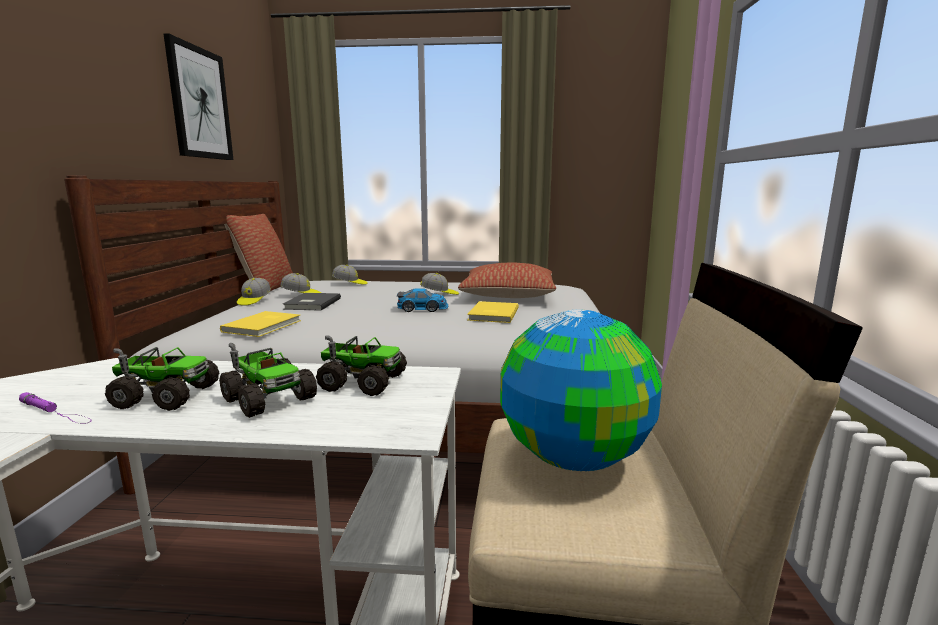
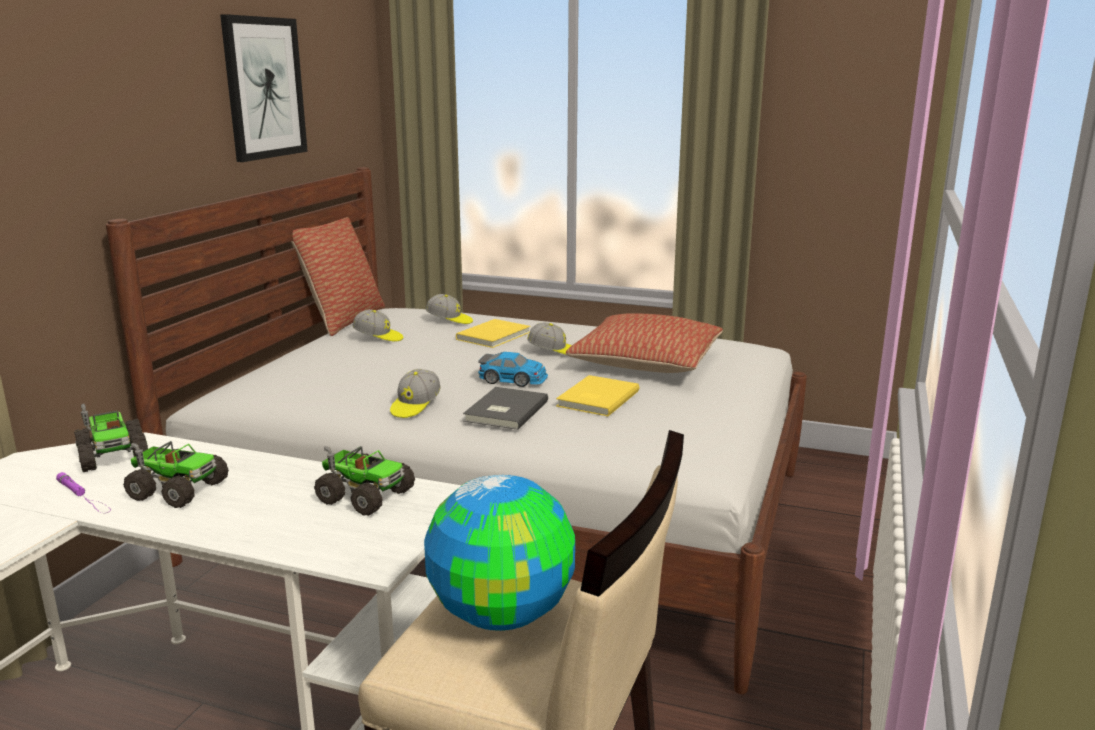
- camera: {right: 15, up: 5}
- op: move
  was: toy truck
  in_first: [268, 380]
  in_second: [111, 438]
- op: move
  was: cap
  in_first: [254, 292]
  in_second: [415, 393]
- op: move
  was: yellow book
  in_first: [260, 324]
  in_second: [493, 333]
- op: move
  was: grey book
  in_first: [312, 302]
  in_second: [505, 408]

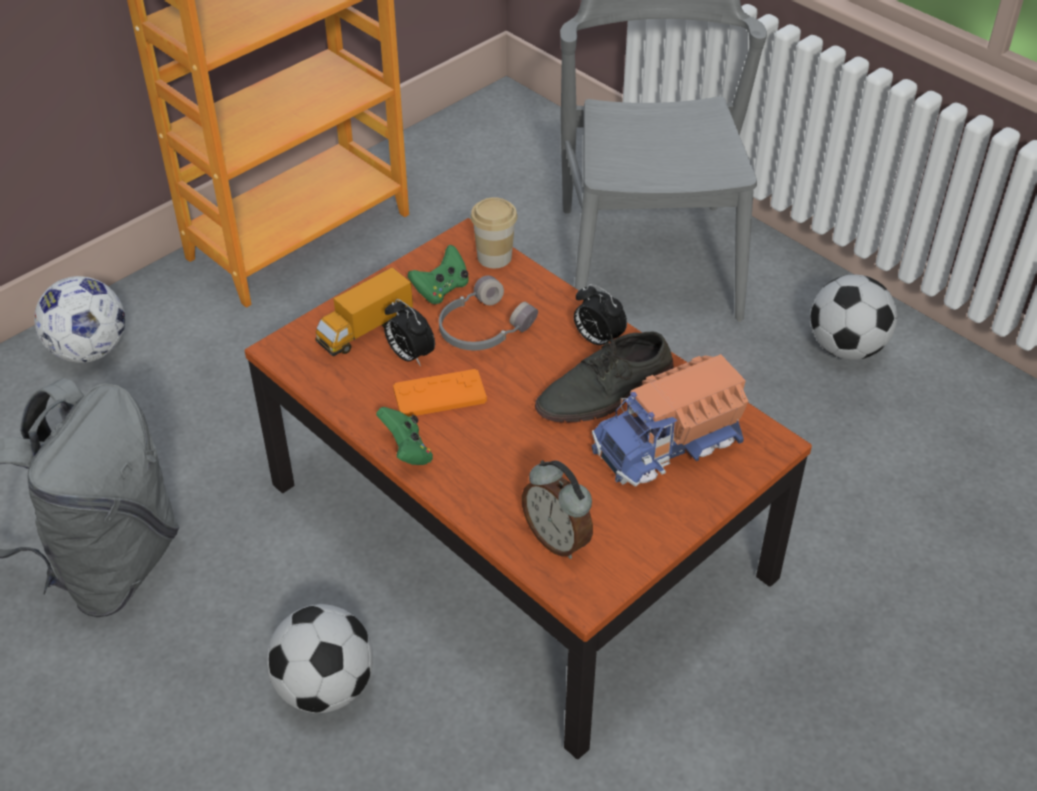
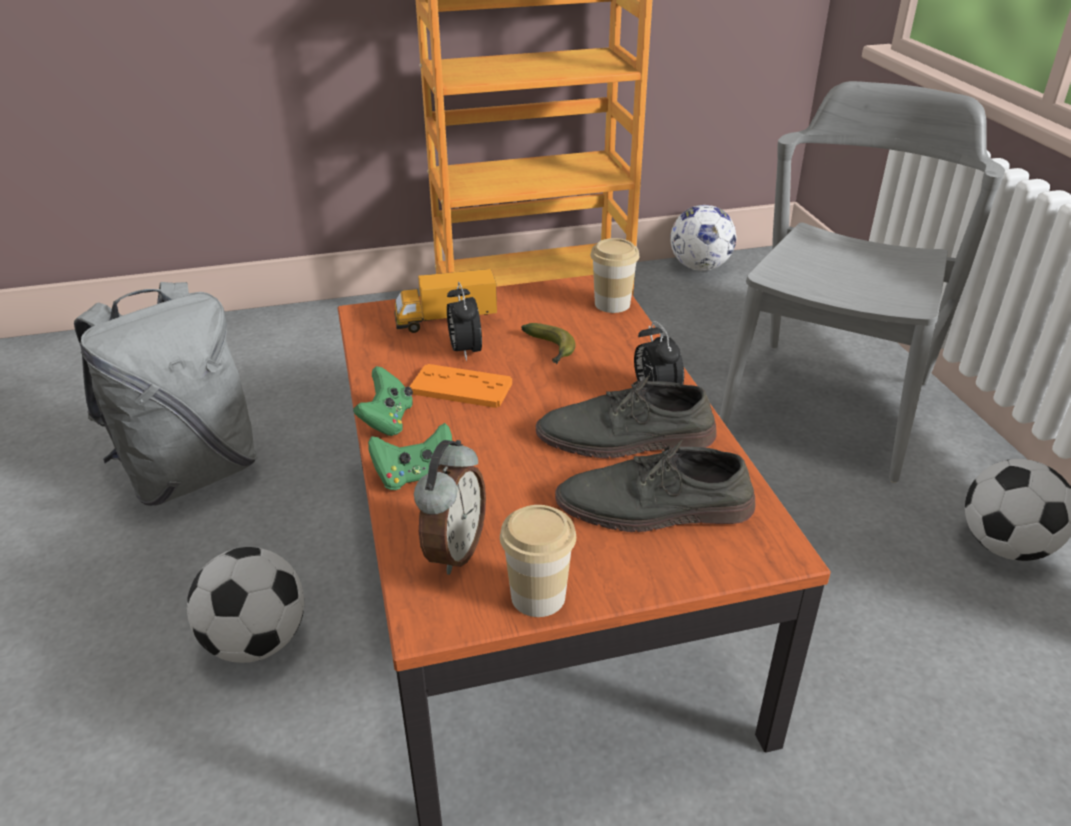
- camera: {right: 30, up: -10}
- op: move
  was: green game controller
  in_first: [438, 274]
  in_second: [410, 456]
- op: rotate
  was: alarm clock
  in_first: [557, 509]
  in_second: [450, 507]
  clockwise: -150
- op: insert
  now: cup
  in_second: [538, 561]
- op: replace
  was: grey headphones
  now: banana
  in_first: [488, 312]
  in_second: [548, 343]
- op: replace
  was: toy truck
  now: grey shoe
  in_first: [670, 420]
  in_second: [655, 485]
- op: move
  was: football
  in_first: [79, 319]
  in_second: [703, 238]

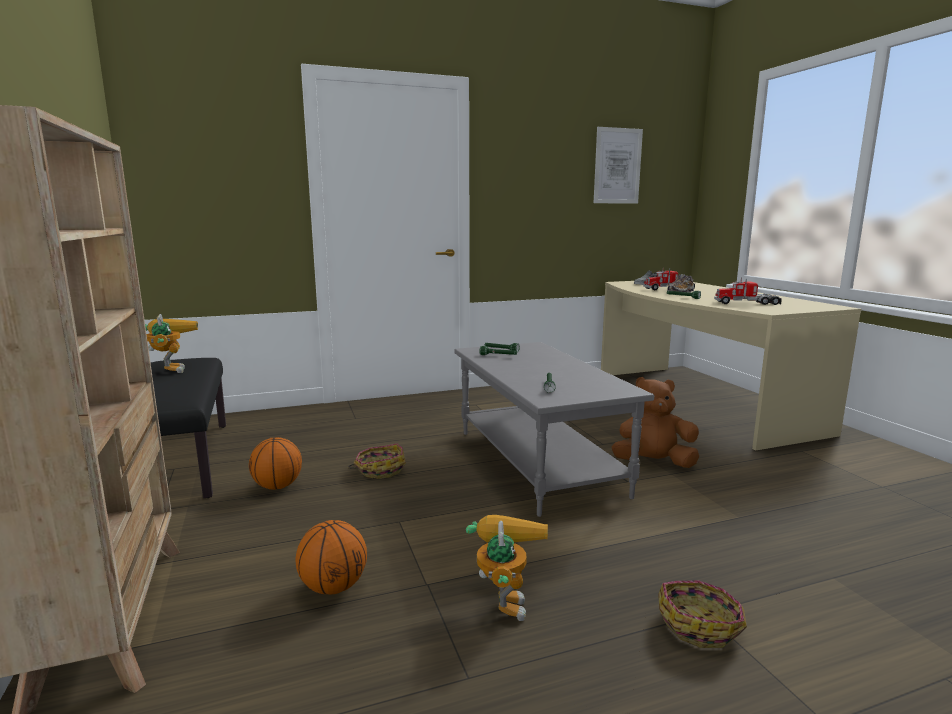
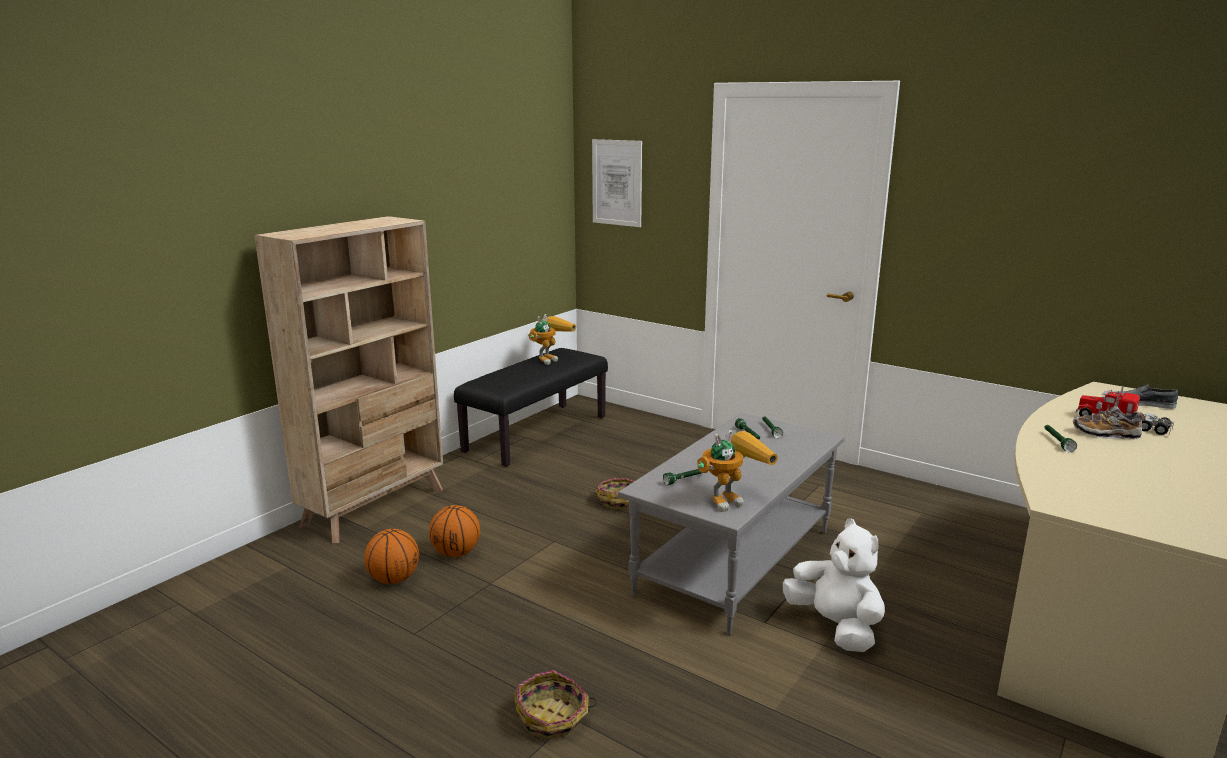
- camera: {right: 55, up: 5}
- op: move
  was: basketball
  in_first: [275, 463]
  in_second: [391, 556]
- op: move
  was: picture
  in_first: [618, 165]
  in_second: [617, 183]
- op: move
  was: toy robot
  in_first: [507, 568]
  in_second: [737, 471]
- op: recolor
  was: brown plush toy
  now: white plush toy
  in_first: [655, 422]
  in_second: [834, 585]
- op: delete
  was: toy truck
  in_first: [748, 291]

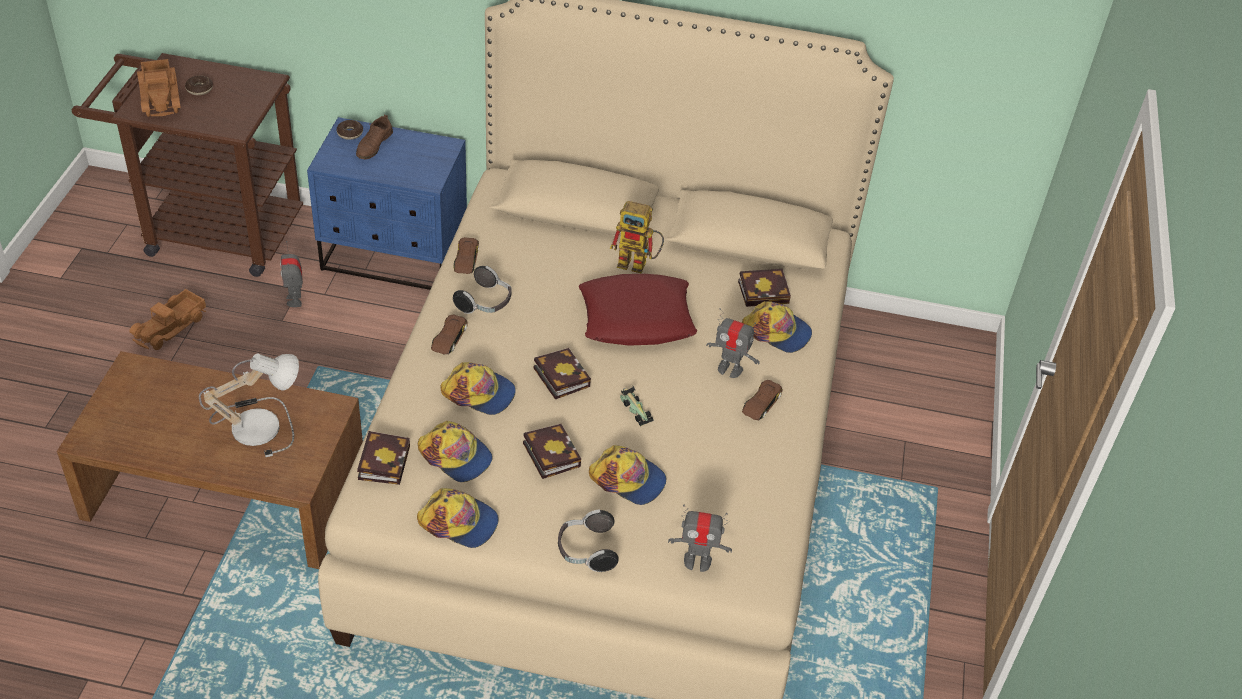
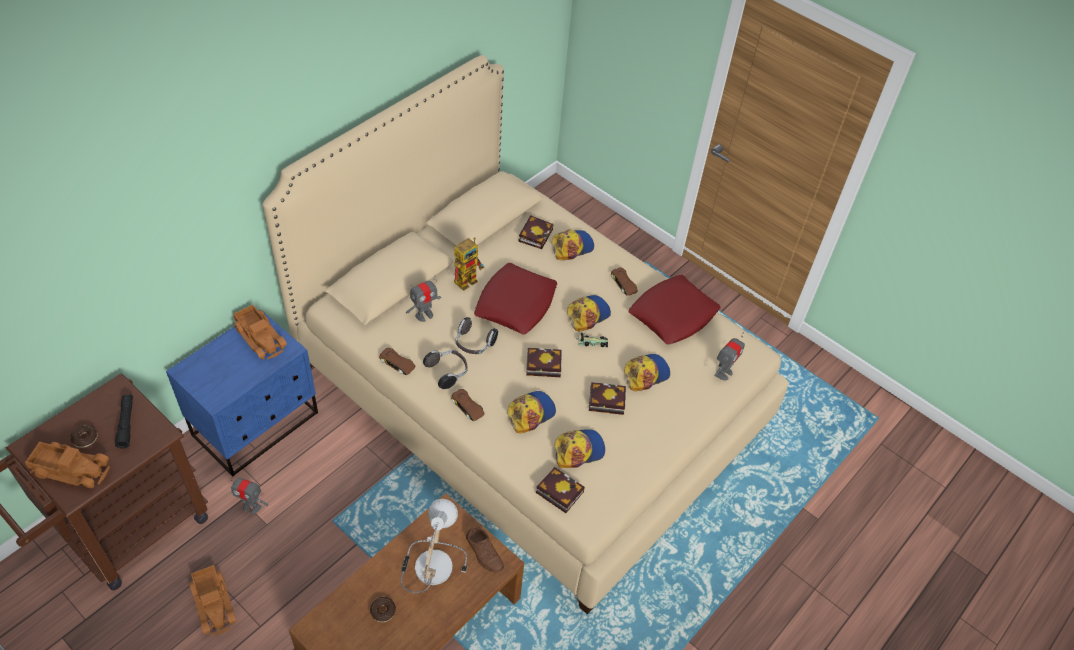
- camera: {right: -60, up: 5}
- op: insert
  now: black flashlight
  in_second: [124, 421]
- op: insert
  now: toy truck
  in_second: [260, 332]
- op: move
  was: donut
  in_first: [350, 130]
  in_second: [383, 609]
- op: move
  was: toy robot
  in_first: [733, 343]
  in_second: [423, 298]
- op: move
  was: headphones
  in_first: [588, 541]
  in_second: [477, 335]
- op: move
  was: brown shoe
  in_first: [374, 137]
  in_second: [484, 549]
- op: move
  was: cap
  in_first: [457, 518]
  in_second: [589, 313]
- op: insert
  now: red pillow
  in_second: [674, 309]

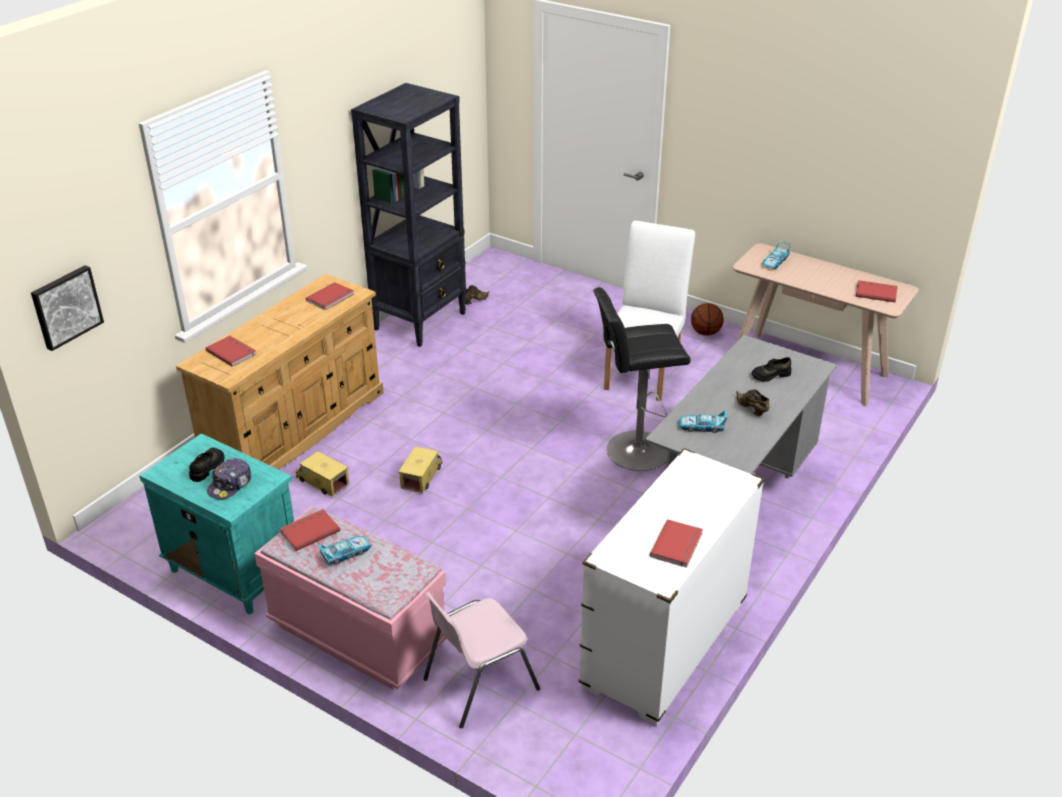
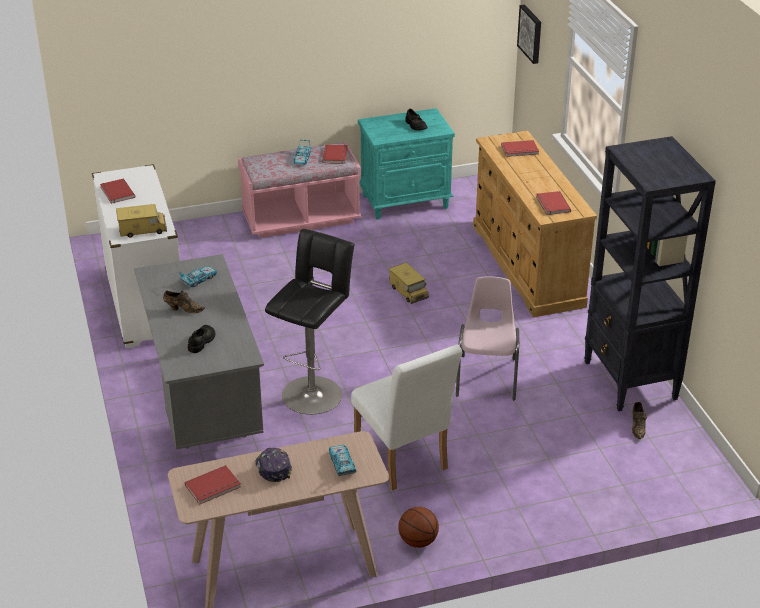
- camera: {right: 130, up: 0}
- op: move
  was: toy truck
  in_first: [322, 473]
  in_second: [141, 221]
- op: move
  was: cap
  in_first: [229, 479]
  in_second: [274, 465]
- op: move
  was: pink chair
  in_first: [481, 660]
  in_second: [487, 338]

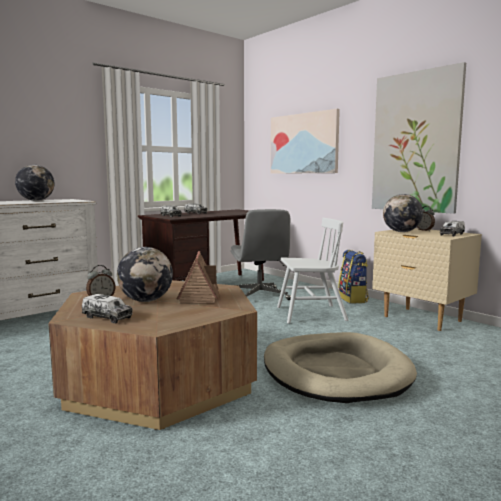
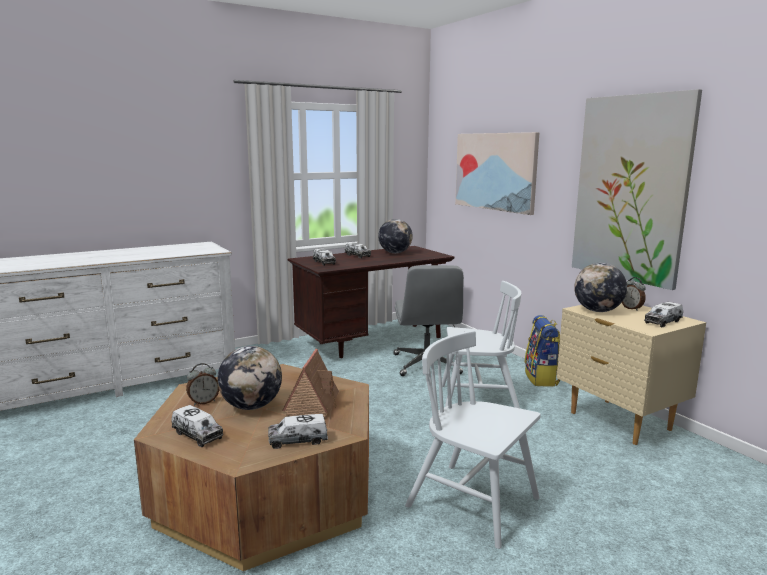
- camera: {right: 10, up: 5}
- op: insert
  now: toy truck
  in_second: [298, 431]
- op: move
  was: globe
  in_first: [34, 183]
  in_second: [395, 236]
- op: replace
  was: beige dog bed
  now: white chair
  in_first: [340, 367]
  in_second: [473, 439]

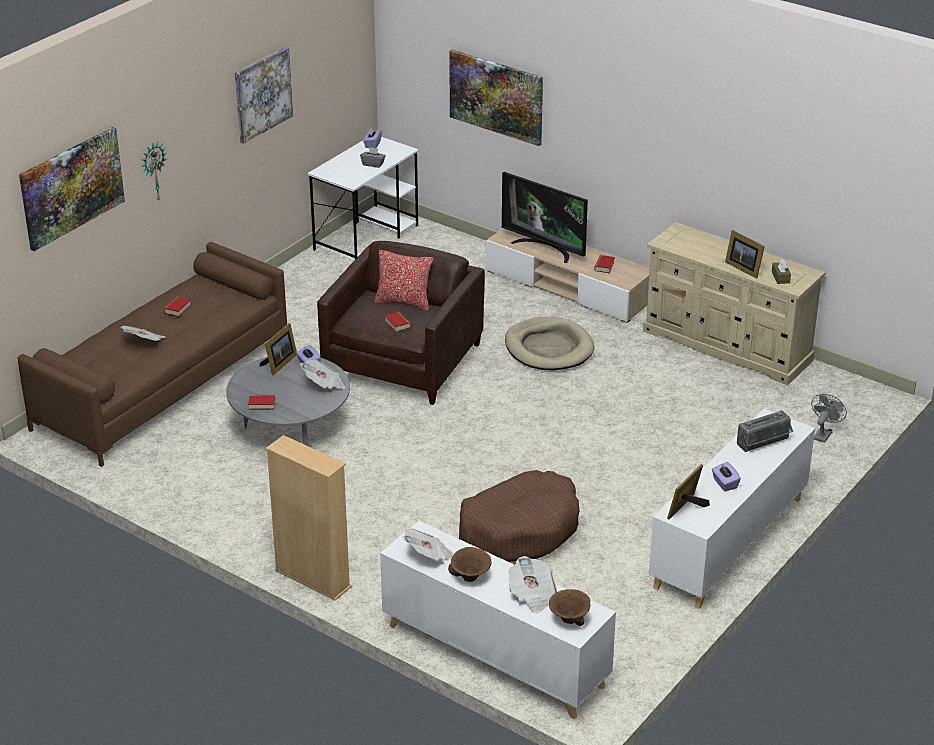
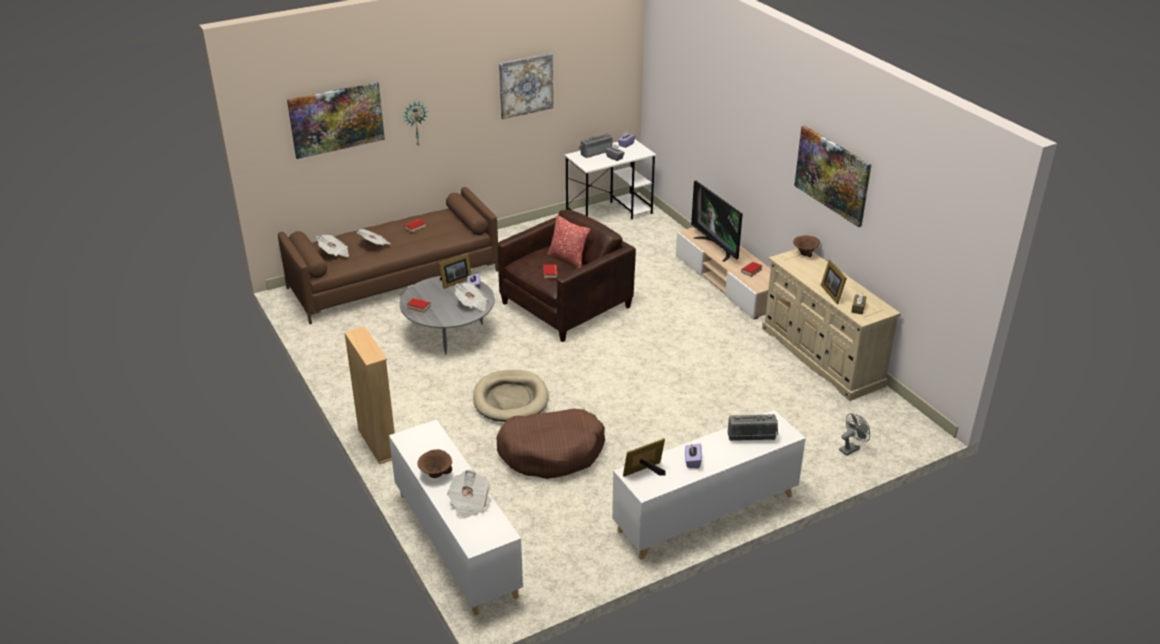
- camera: {right: 25, up: 0}
- op: move
  was: newspaper
  in_first: [428, 544]
  in_second: [332, 246]
- op: move
  was: beige dog bed
  in_first: [550, 344]
  in_second: [511, 396]
- op: insert
  now: radio
  in_second: [596, 145]
- op: move
  was: brown bowl
  in_first: [569, 607]
  in_second: [806, 246]
- op: move
  was: picture
  in_first: [496, 98]
  in_second: [832, 176]

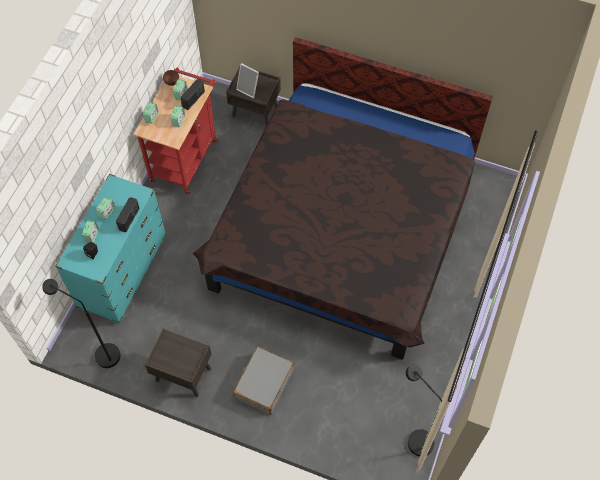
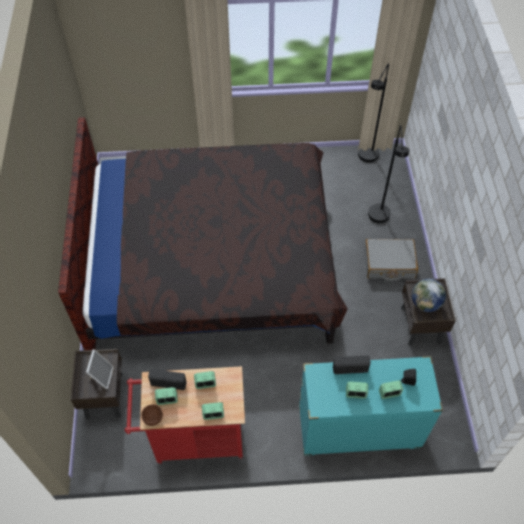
- camera: {right: -115, up: -5}
- op: move
  was: black floor lamp
  in_first: [81, 323]
  in_second: [388, 174]
- op: insert
  now: globe
  in_second: [429, 295]

